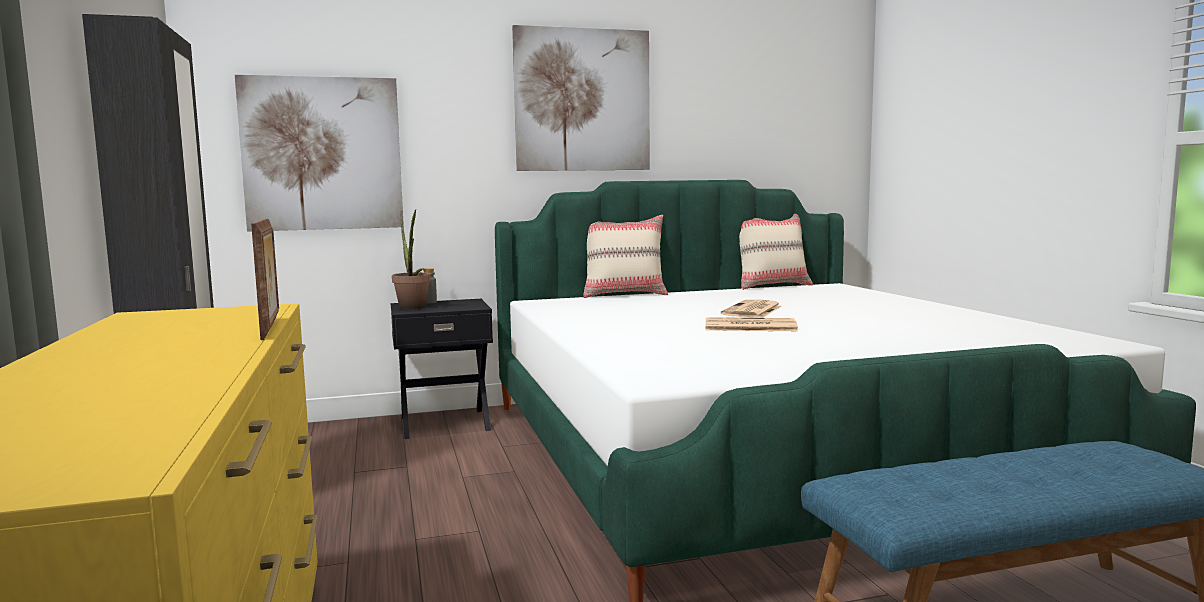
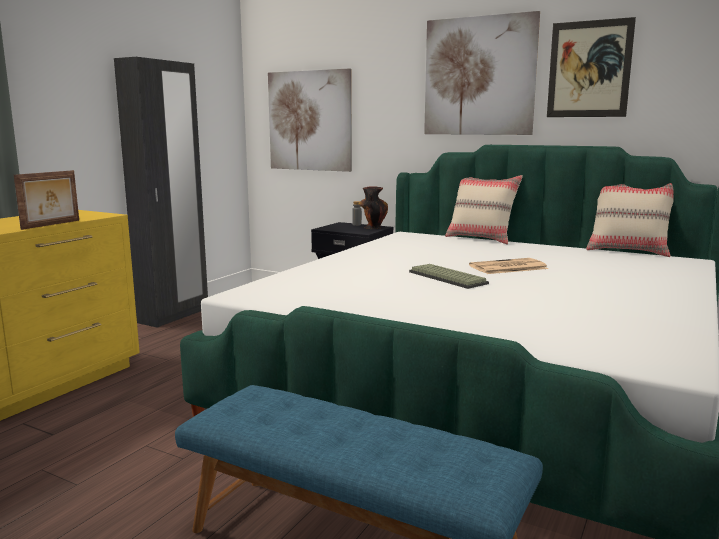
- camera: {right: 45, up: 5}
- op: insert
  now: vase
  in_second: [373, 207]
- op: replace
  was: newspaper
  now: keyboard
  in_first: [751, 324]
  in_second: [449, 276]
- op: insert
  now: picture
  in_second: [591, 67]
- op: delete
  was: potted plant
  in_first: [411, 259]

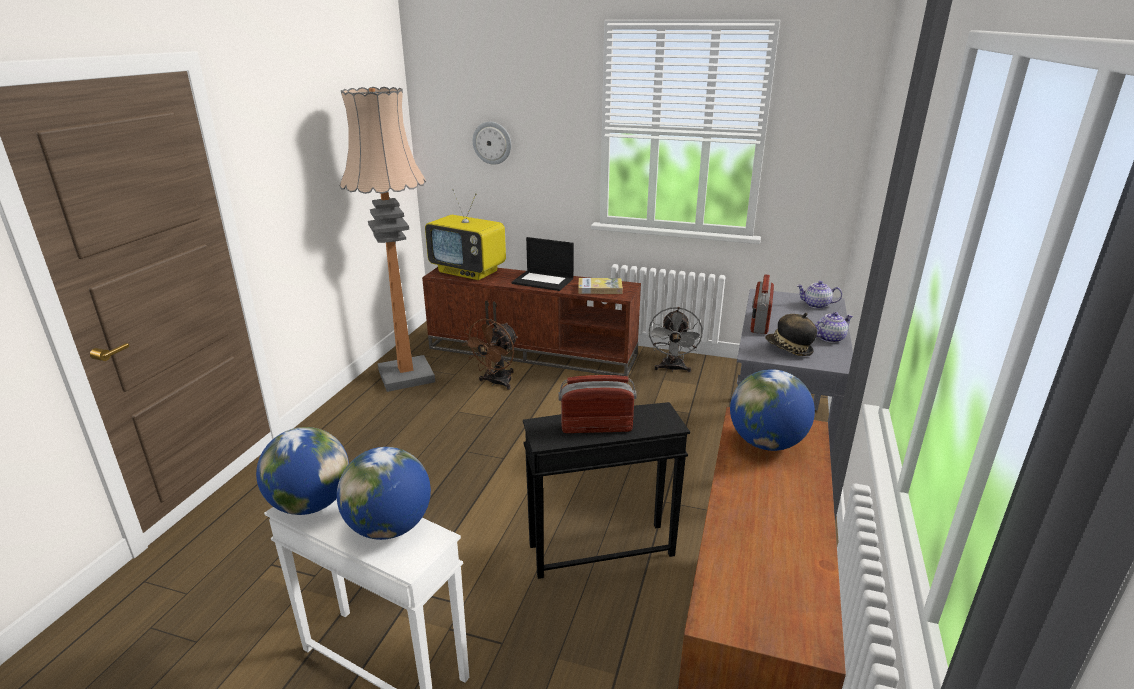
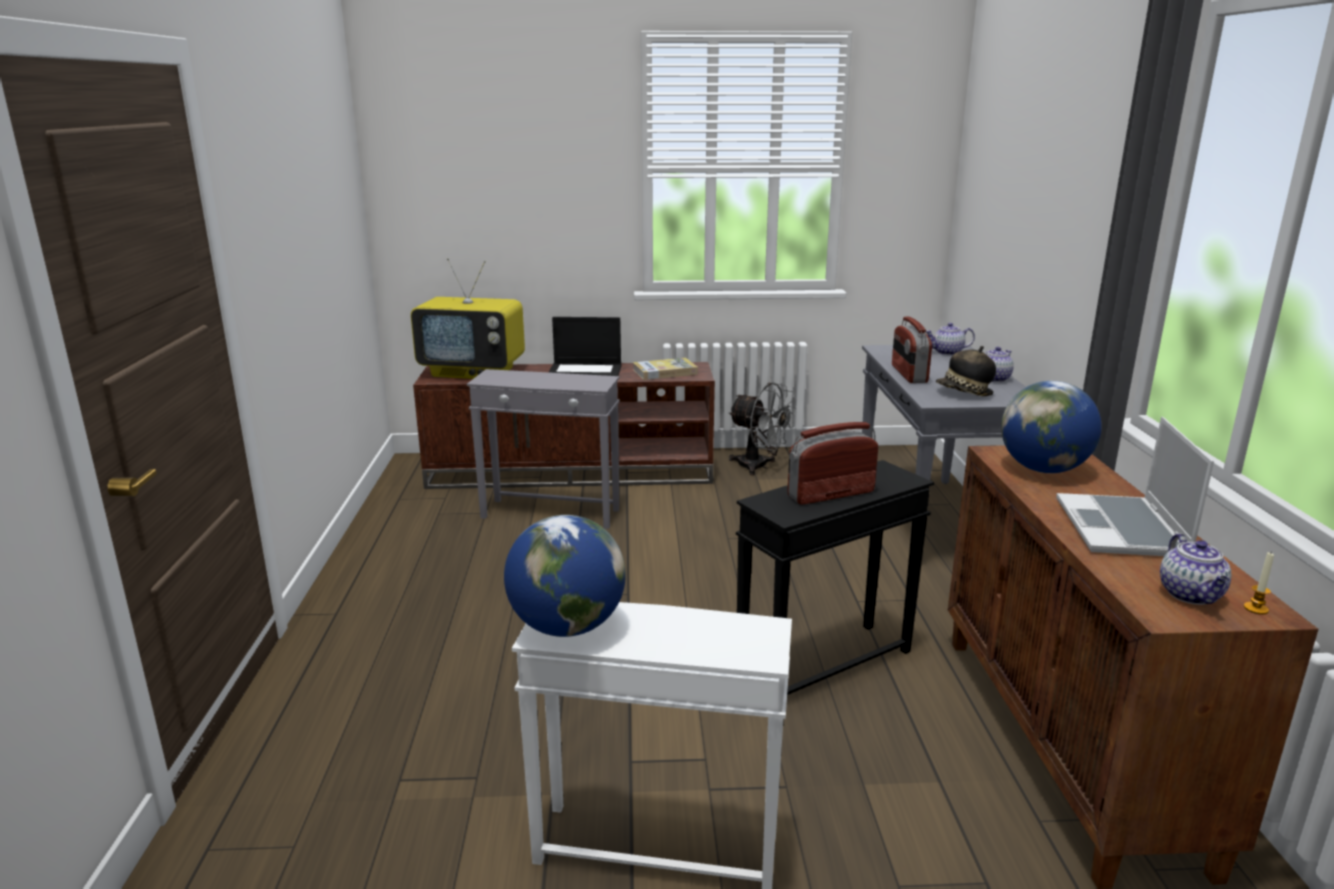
- camera: {right: -20, up: -5}
- op: replace
  was: brown fan
  now: grey side table
  in_first: [490, 354]
  in_second: [543, 449]
- op: rotate
  was: grey fan
  in_first: [675, 340]
  in_second: [763, 428]
  clockwise: -45
- op: insert
  now: laptop
  in_second: [1135, 486]
- op: insert
  now: teapot
  in_second: [1195, 569]
- op: insert
  now: candle
  in_second: [1259, 583]
- op: delete
  was: globe
  in_first: [384, 493]
- op: delete
  was: floor lamp
  in_first: [387, 239]
- op: delete
  was: wall clock
  in_first: [492, 143]

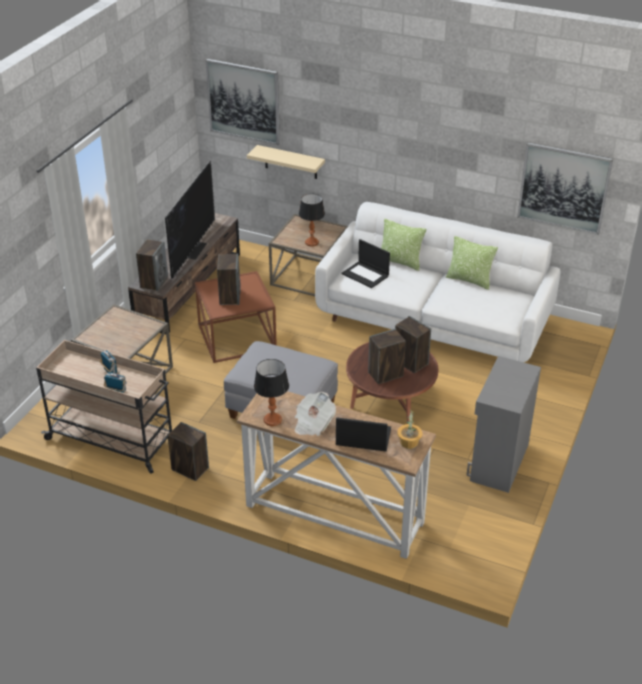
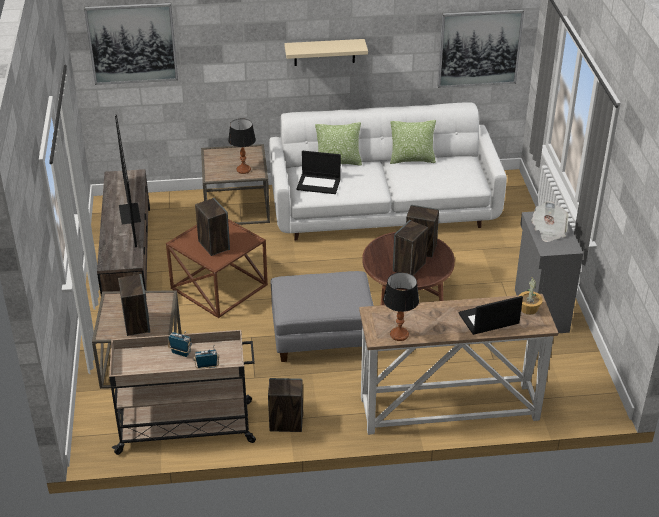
- camera: {right: -30, up: 0}
- op: move
  was: speaker
  in_first: [152, 265]
  in_second: [134, 305]
- op: move
  was: beige shelf
  in_first: [286, 162]
  in_second: [326, 52]
- op: move
  was: newspaper
  in_first: [315, 414]
  in_second: [550, 221]

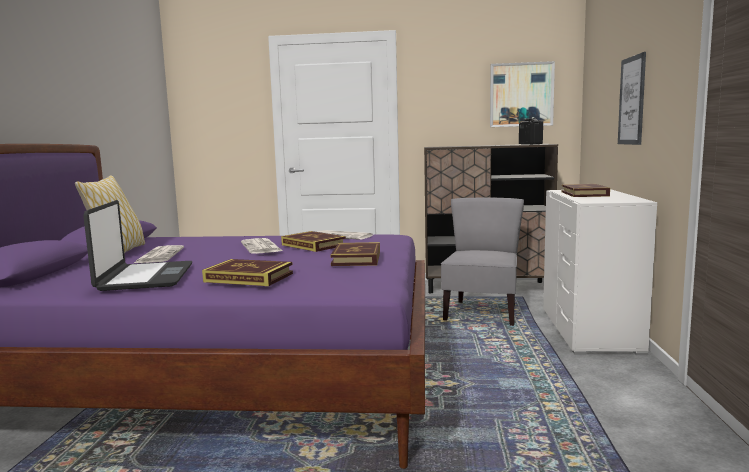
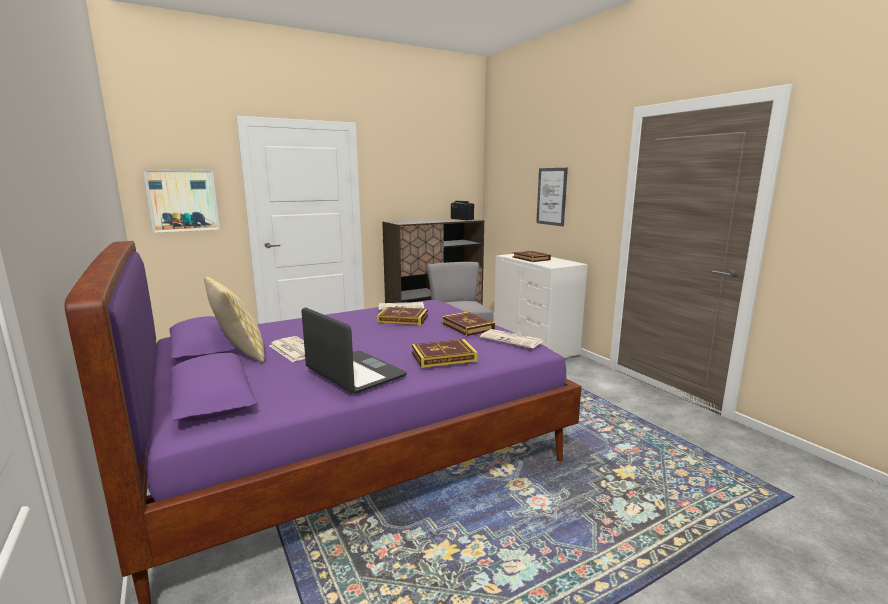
- camera: {right: -35, up: 5}
- op: move
  was: picture
  in_first: [522, 94]
  in_second: [181, 201]
- op: move
  was: newspaper
  in_first: [261, 246]
  in_second: [511, 339]

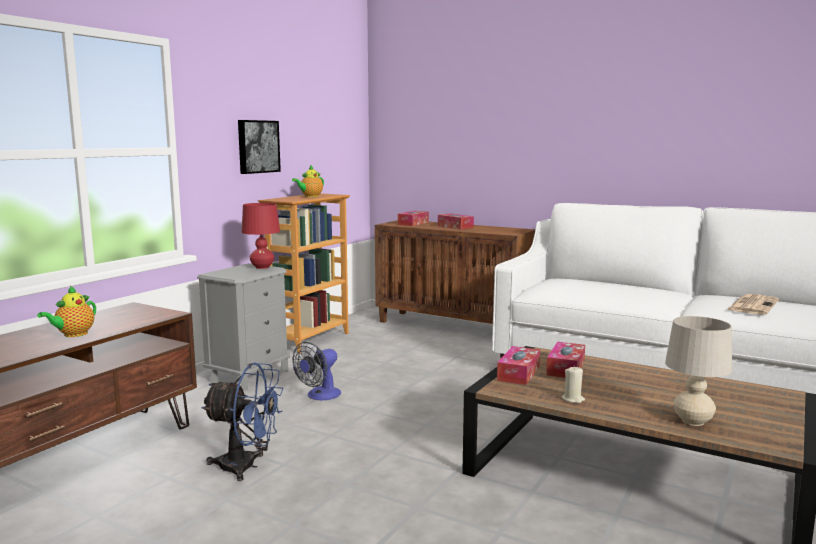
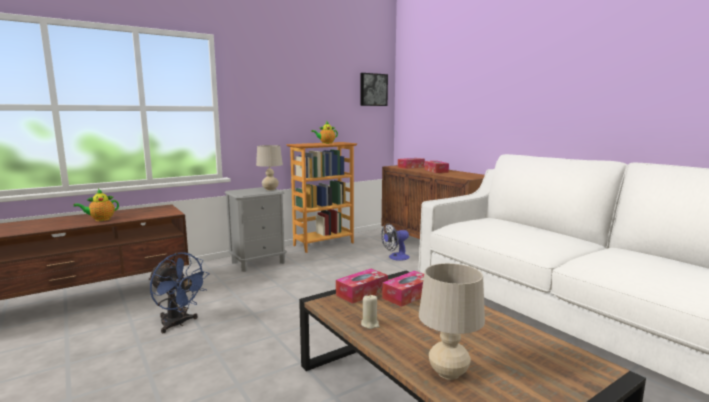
- camera: {right: 25, up: 0}
- op: recolor
  was: red table lamp
  now: beige table lamp
  in_first: [261, 236]
  in_second: [269, 167]
- op: move
  was: picture
  in_first: [259, 147]
  in_second: [374, 89]
- op: move
  was: fan
  in_first: [316, 371]
  in_second: [395, 242]
- op: delete
  was: newspaper
  in_first: [753, 304]

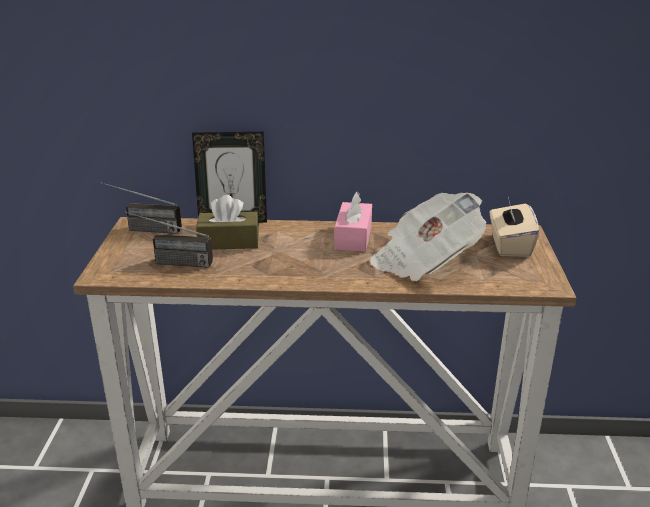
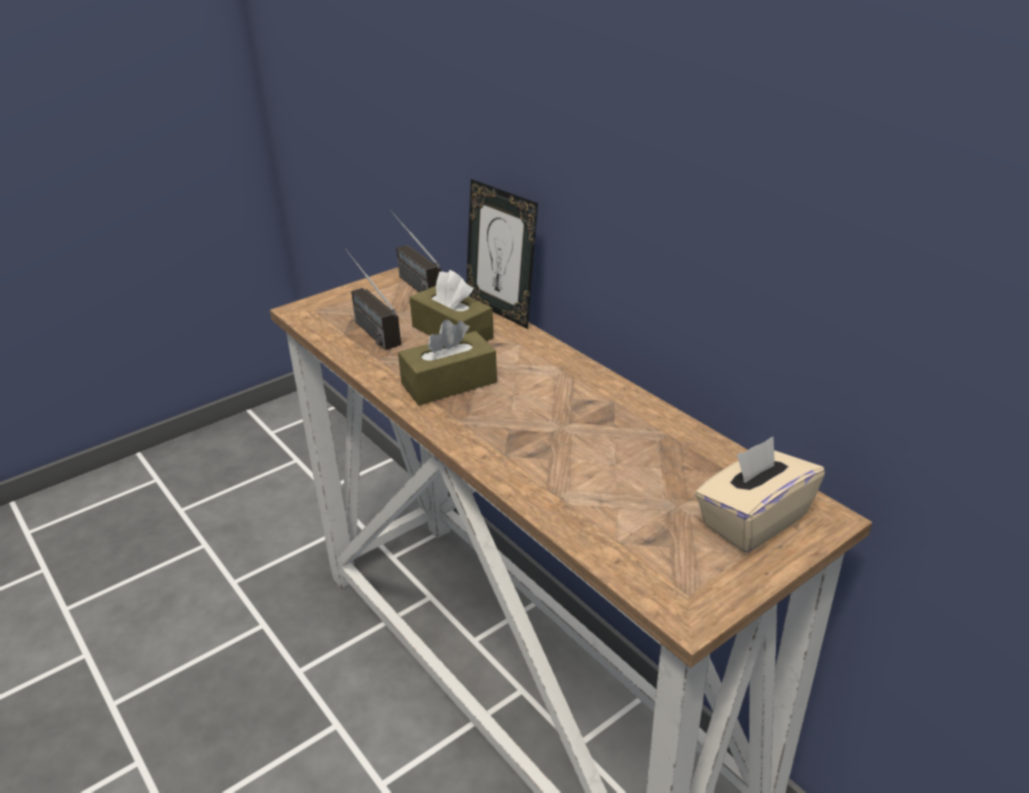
- camera: {right: 50, up: 5}
- op: insert
  now: brown tissue box
  in_second: [447, 362]
- op: delete
  was: pink tissue box
  in_first: [353, 222]
- op: delete
  was: newspaper
  in_first: [428, 237]

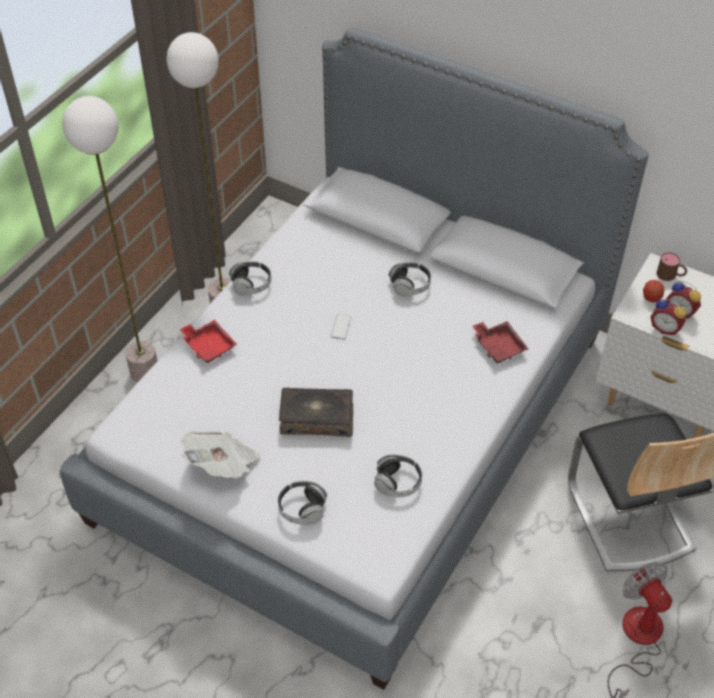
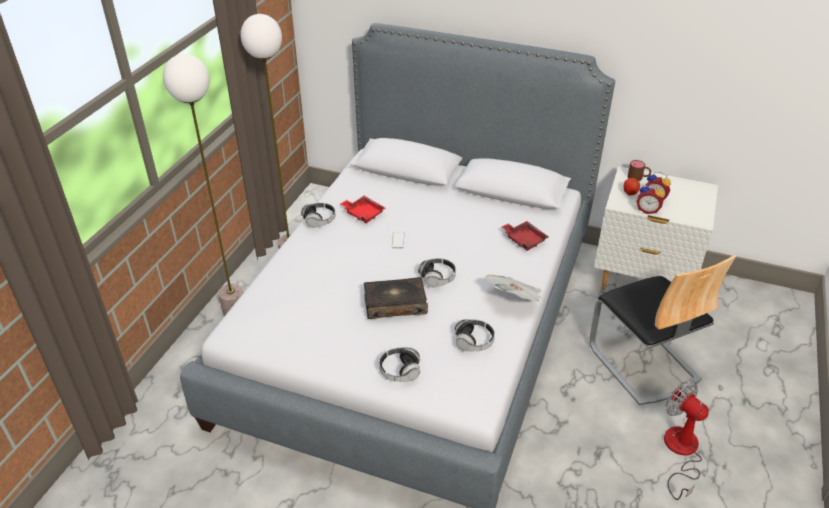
- camera: {right: -10, up: -10}
- op: move
  was: red tray
  in_first: [208, 341]
  in_second: [363, 209]
- op: move
  was: headphones
  in_first: [410, 279]
  in_second: [437, 272]
- op: move
  was: newspaper
  in_first: [221, 455]
  in_second: [513, 288]

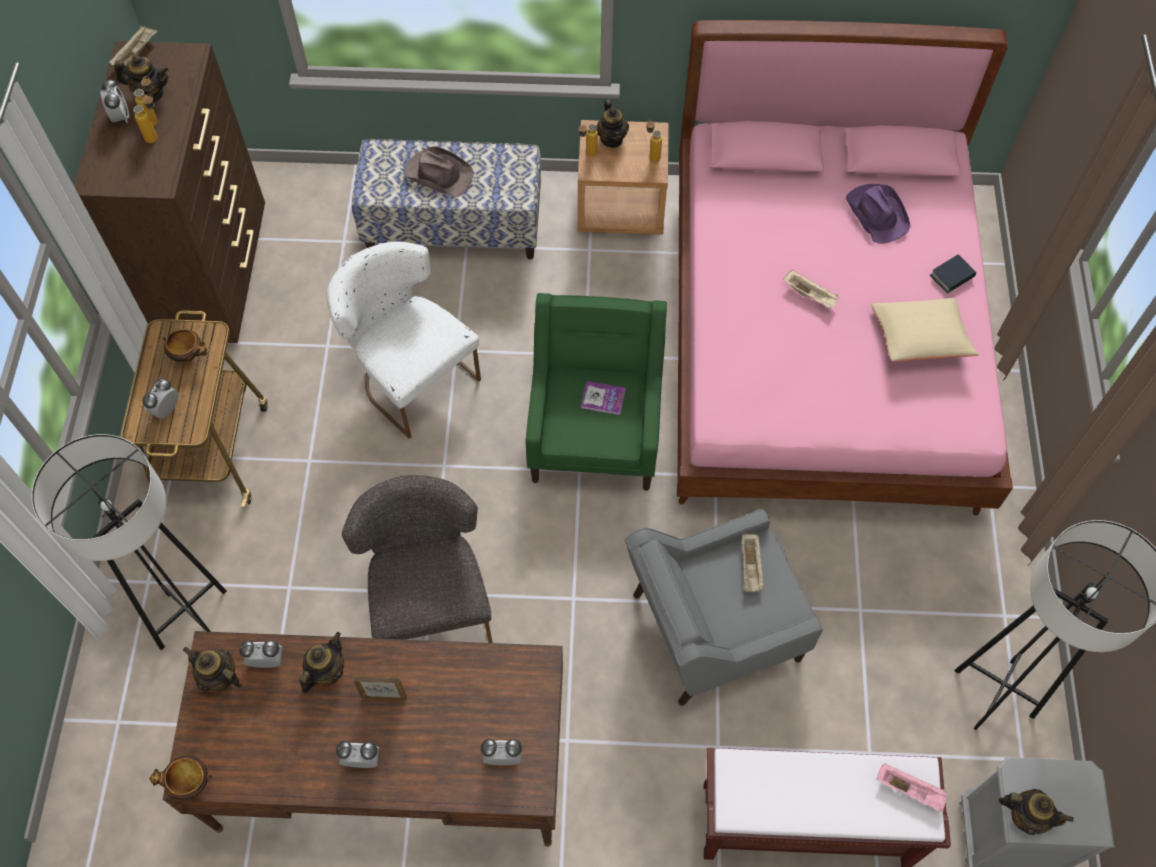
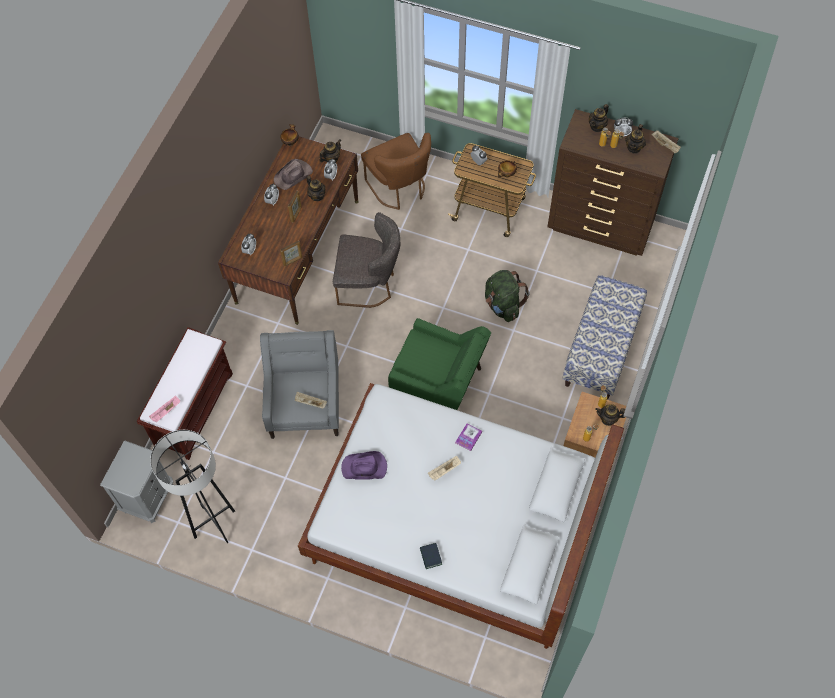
- camera: {right: 110, up: 0}
- op: move
  was: brown hat
  in_first: [439, 172]
  in_second: [293, 174]
- op: insert
  now: picture frame
  in_second: [291, 253]
- op: recolor
  was: pink bed
  now: white bed
  in_first: [845, 268]
  in_second: [461, 516]
- op: move
  was: purple hat
  in_first: [878, 214]
  in_second: [364, 465]
- op: replace
  was: grey floor lamp
  now: brown chair
  in_first: [129, 542]
  in_second: [396, 171]
- op: move
  was: book
  in_first: [603, 398]
  in_second: [469, 437]
- op: replace
  was: white chair
  now: green backpack
  in_first: [404, 340]
  in_second: [507, 296]
- op: move
  was: teapot
  in_first: [1036, 812]
  in_second: [599, 118]
- op: delete
  was: beige pillow
  in_first: [925, 330]

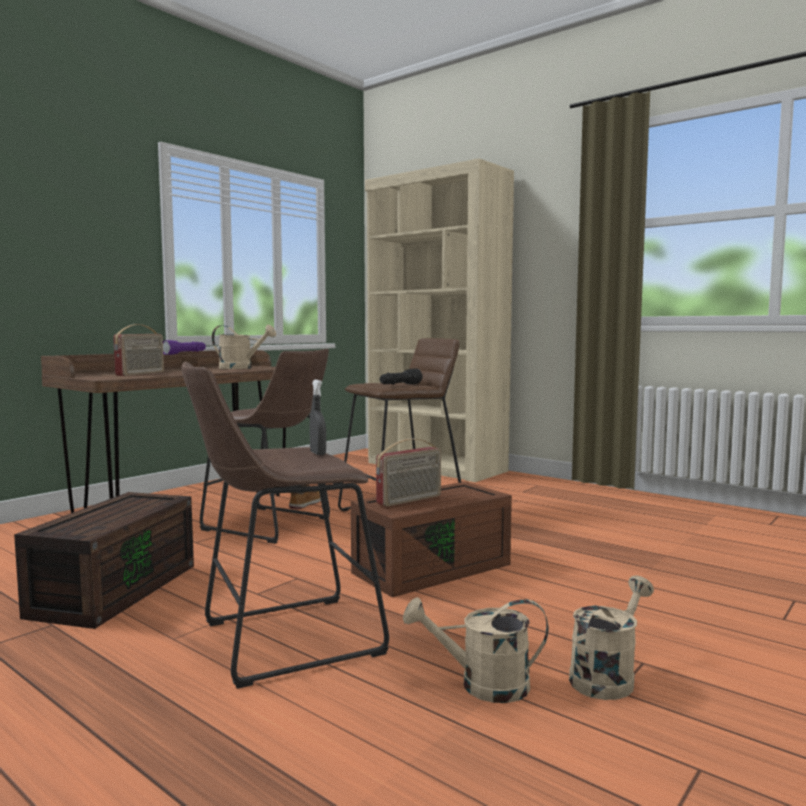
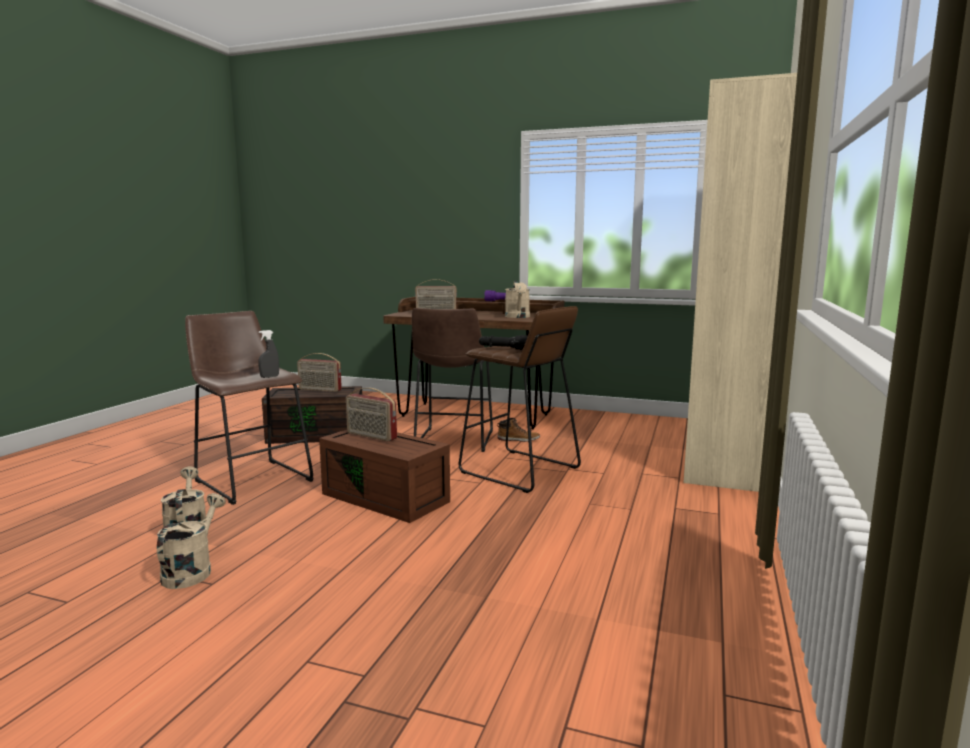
- camera: {right: 70, up: 5}
- op: rotate
  was: beige watering can
  in_first: [611, 638]
  in_second: [191, 541]
  clockwise: -105
- op: insert
  now: radio
  in_second: [319, 372]

